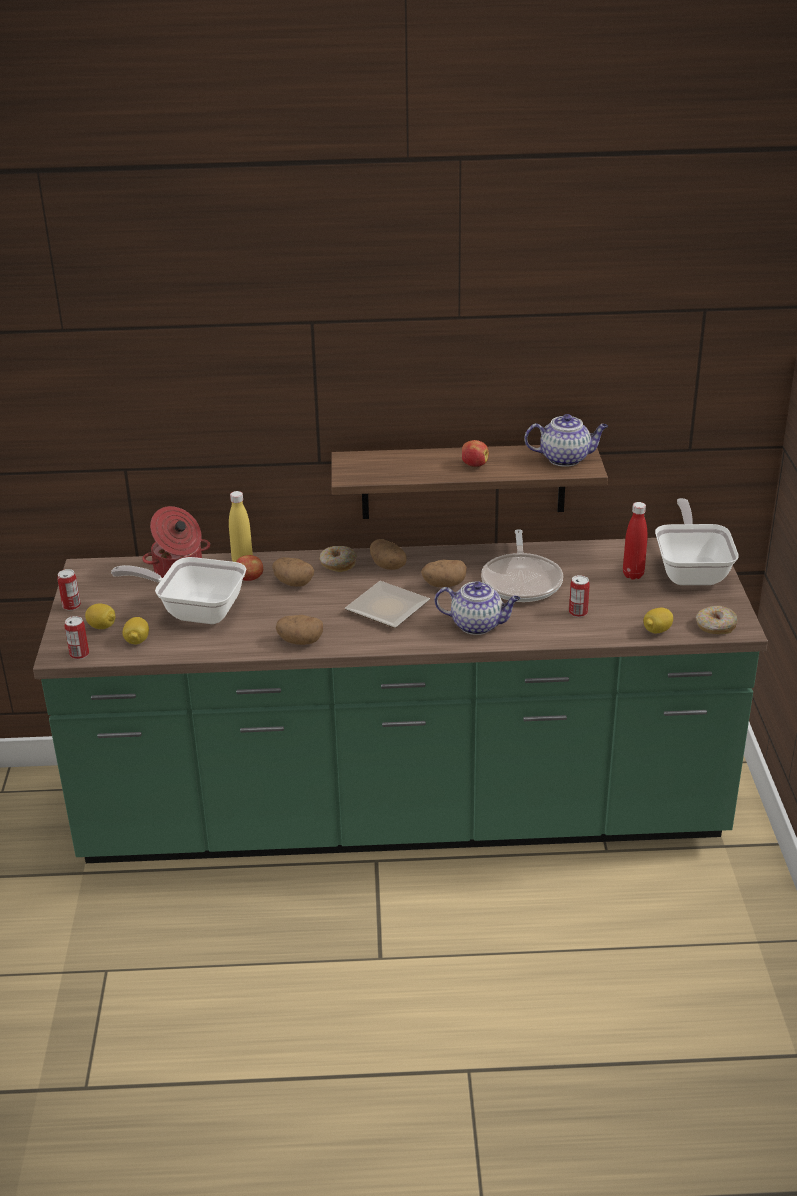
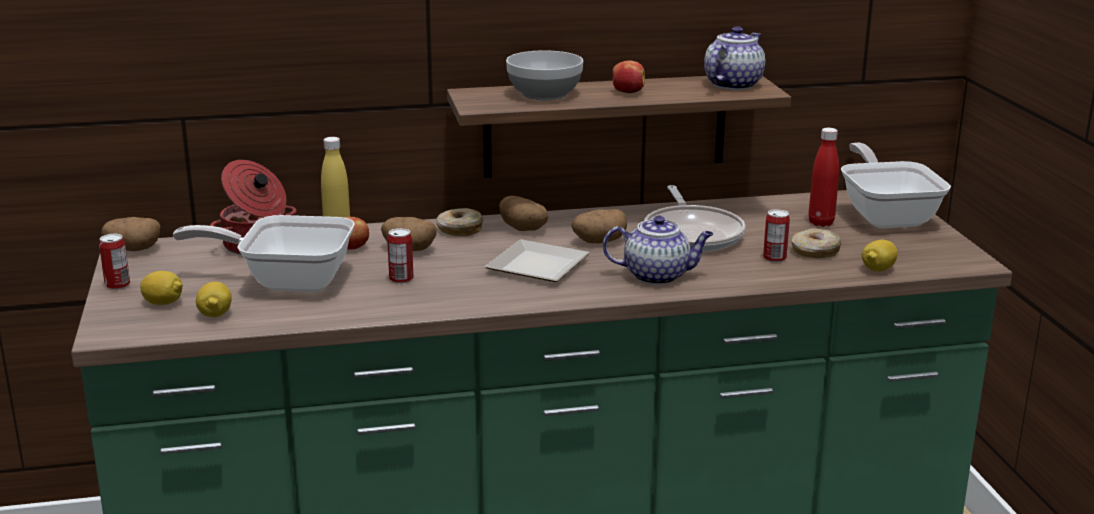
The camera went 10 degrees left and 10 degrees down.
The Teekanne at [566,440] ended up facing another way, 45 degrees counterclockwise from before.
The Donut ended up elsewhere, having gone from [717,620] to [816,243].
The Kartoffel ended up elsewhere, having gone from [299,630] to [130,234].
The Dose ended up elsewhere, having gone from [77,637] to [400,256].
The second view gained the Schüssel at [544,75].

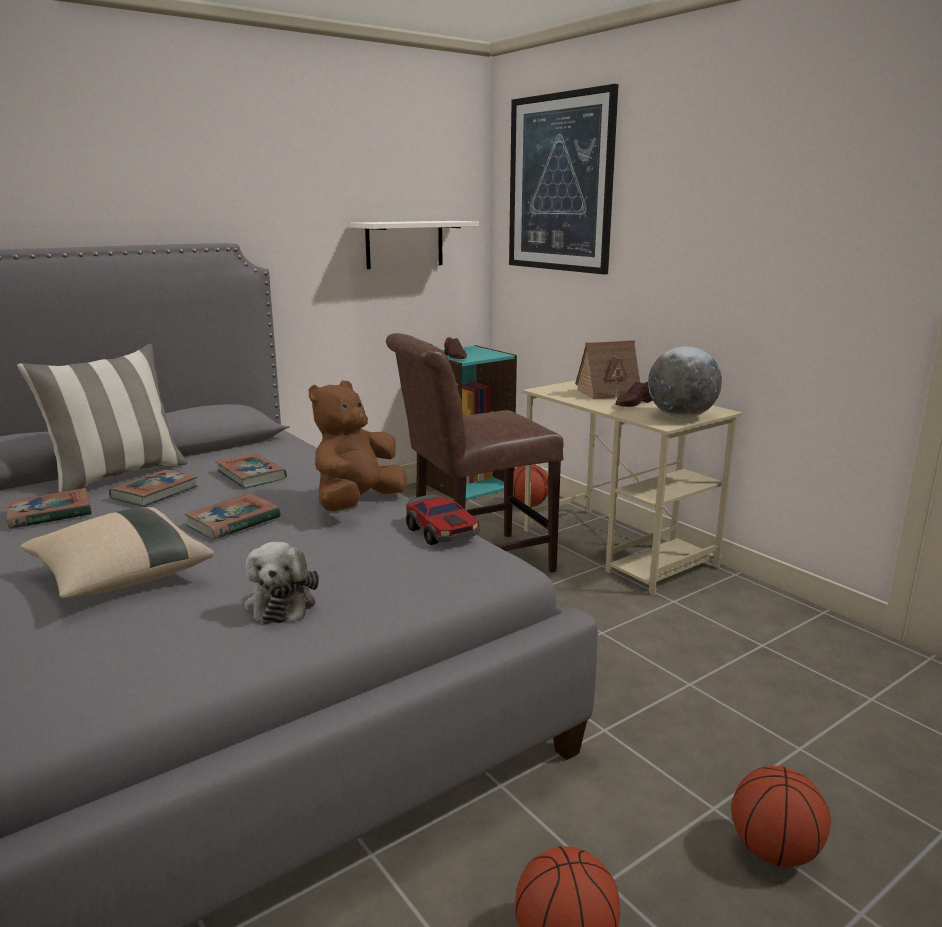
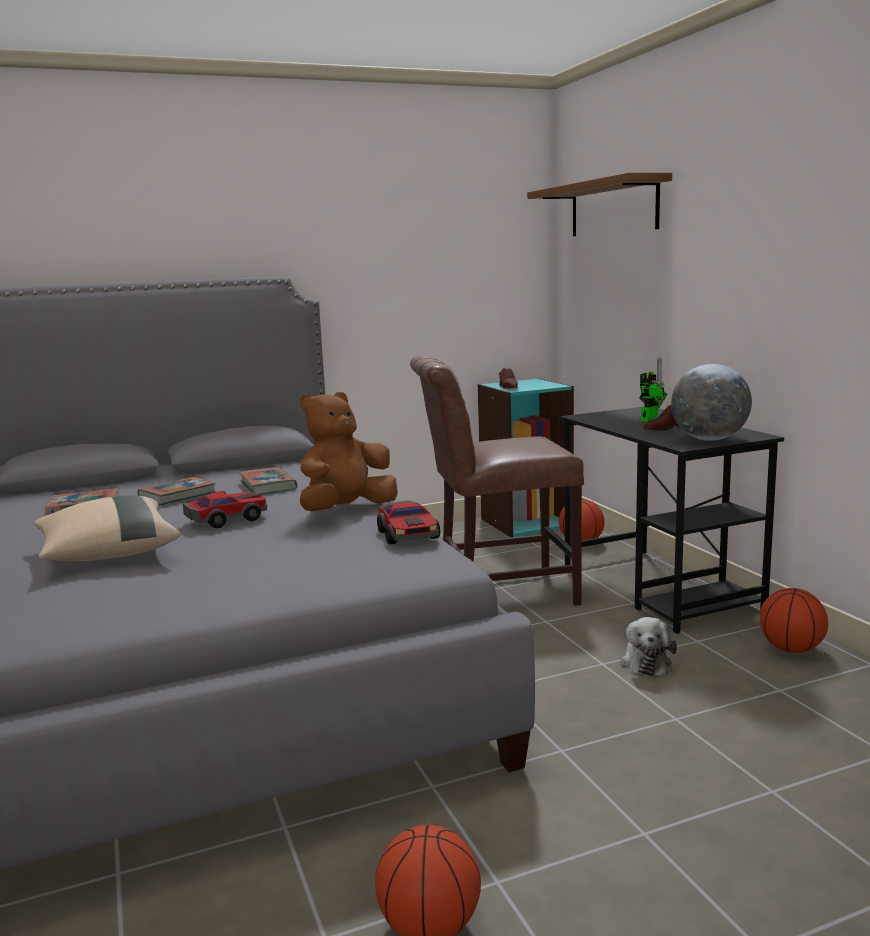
The camera went 15 degrees right and 5 degrees down.
Where the Bild hung at [564,179], the Wandregal [braun] came to hang at [599,204].
The second view lost the Wandregal [weiß] at [414,245].
Where the Spielzeughaus stood at [607,369], the Spielzeugroboter came to stand at [653,389].
The second view lost the Kissen at [102,418].
What was the Schreibtisch [beige] at [632,487] turned into the Schreibtisch [schwarz] at [672,520].
Where the Buch stood at [232,516], the Spielzeugauto came to stand at [224,509].
The Plüschtier ended up elsewhere, having gone from [281,583] to [648,646].
The Basketball ended up elsewhere, having gone from [781,816] to [794,620].

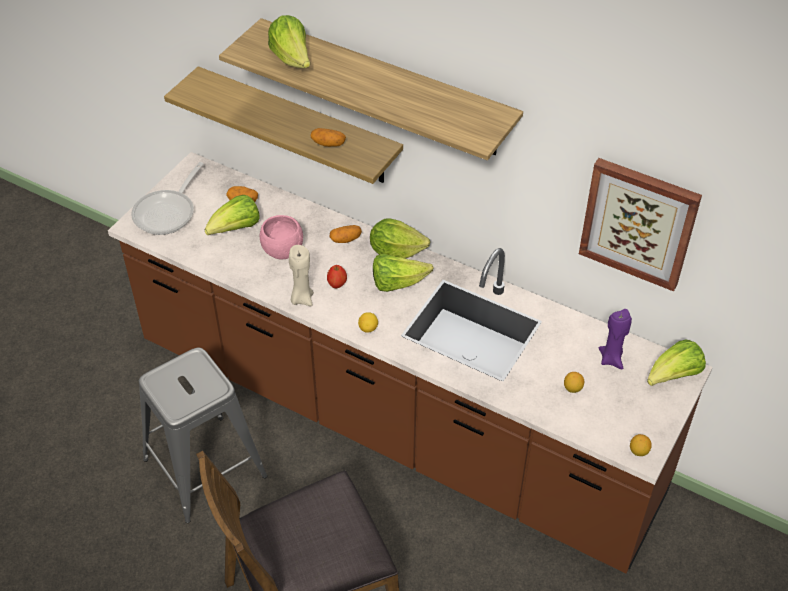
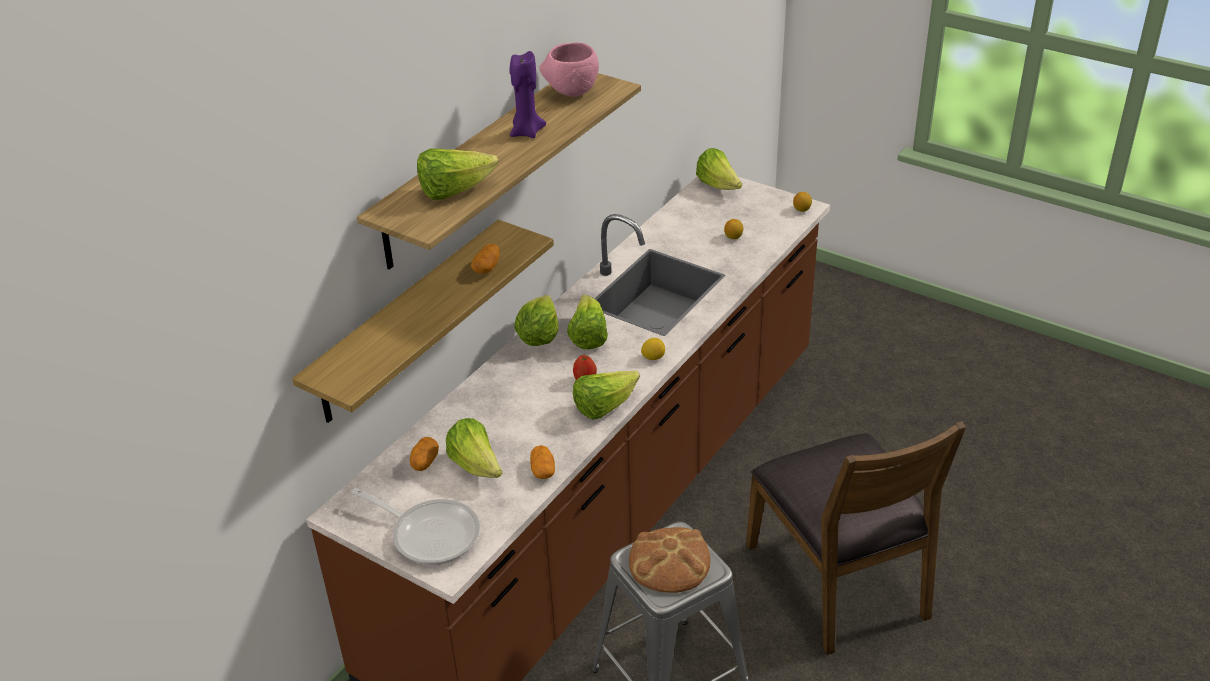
The camera went 85 degrees left and 10 degrees down.
The second view lost the Bild at [640,224].
The Schüssel [rosa] ended up elsewhere, having gone from [281,237] to [569,69].
The Kartoffel ended up elsewhere, having gone from [346,234] to [542,462].
Where the Kerze [beige] stood at [301,275], the Salatkopf came to stand at [606,395].
The Kerze [lila] ended up elsewhere, having gone from [615,339] to [528,94].
The second view gained the Brot at [670,560].

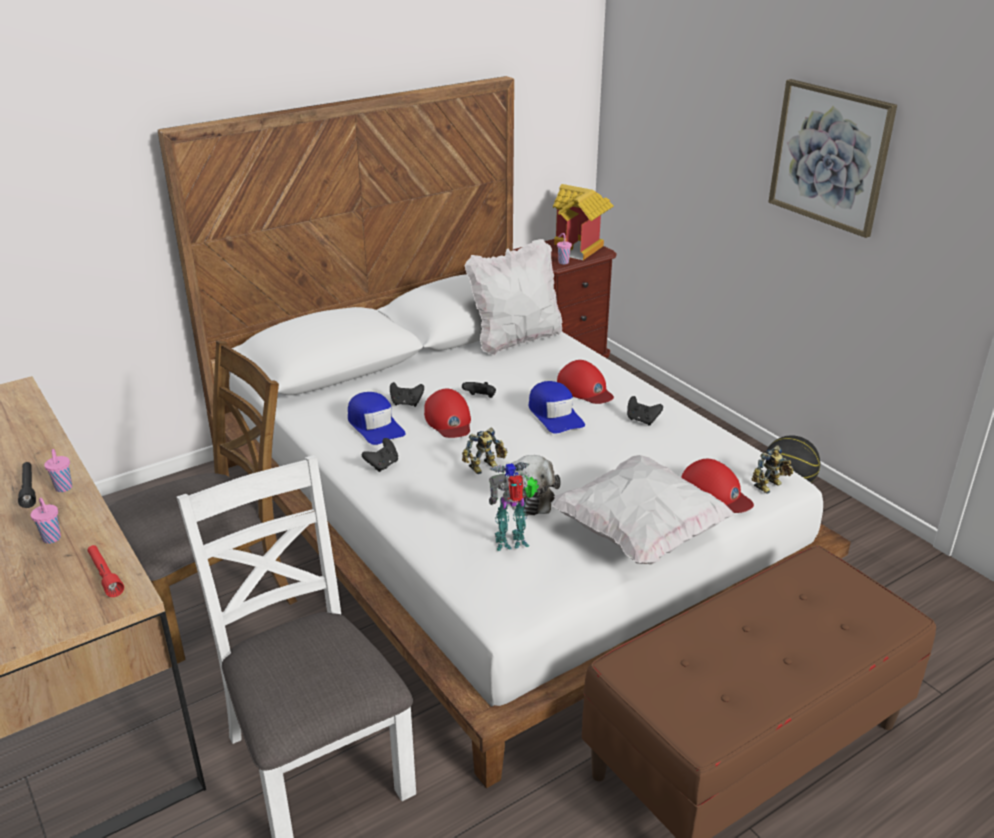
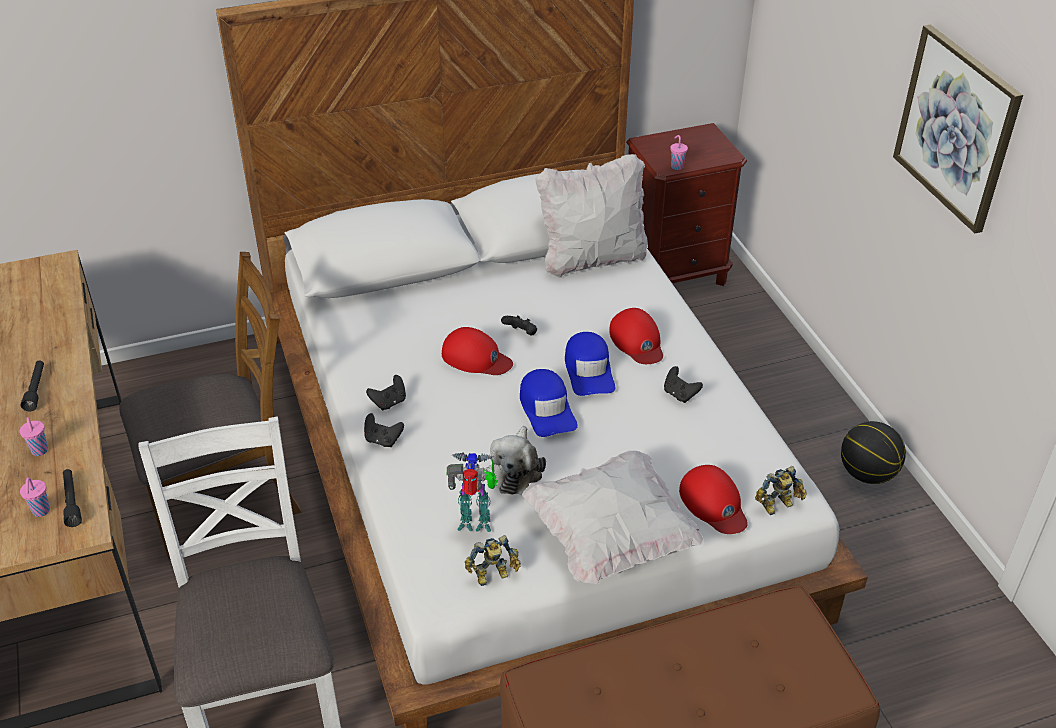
The camera went 15 degrees right and 10 degrees up.
The second view lost the Spielzeughaus at [583,222].
The Gamepad [schwarz] ended up elsewhere, having gone from [407,394] to [384,430].
The Kappe [rot] at [447,413] ended up facing another way, 60 degrees counterclockwise from before.
The Kappe [blau] ended up elsewhere, having gone from [377,418] to [549,403].
The Spielzeugroboter ended up elsewhere, having gone from [484,451] to [493,560].
The Tasse [rosa] ended up elsewhere, having gone from [58,470] to [35,497].
What was the Taschenlampe [rot] at [106,571] turned into the Taschenlampe [schwarz] at [72,498].

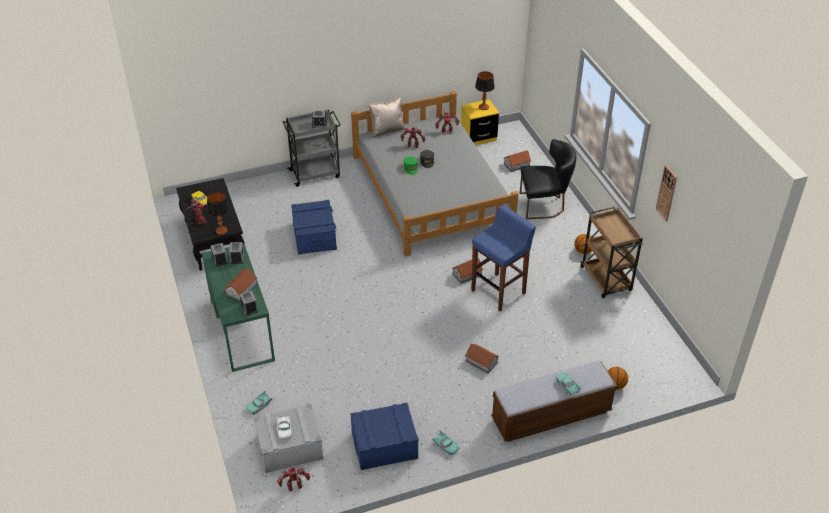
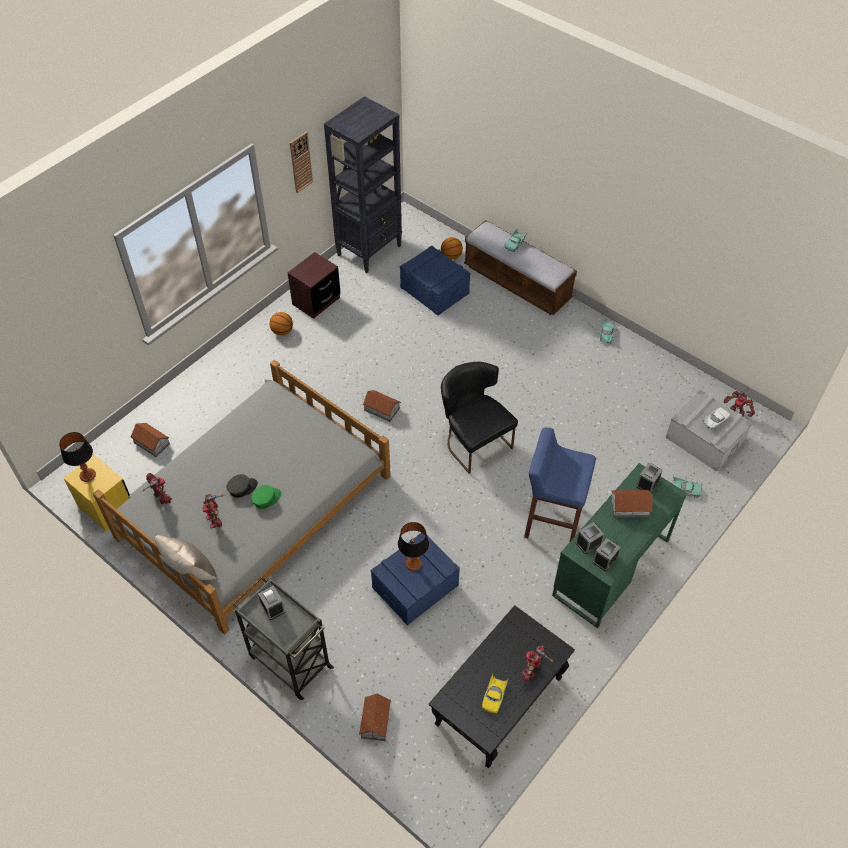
The camera went 120 degrees left and 10 degrees up.
The Stuhl [schwarz] ended up elsewhere, having gone from [548,179] to [479,418].
The Tischlampe ended up elsewhere, having gone from [218,213] to [413,546].
The Hocker [blau] ended up elsewhere, having gone from [503,258] to [560,484].
Where the Rollwagen [braun] stood at [611,252], the Nachttisch [braun] came to stand at [314,285].
The Spielzeughaus ended up elsewhere, having gone from [482,359] to [375,717].
The Aufbewahrungsbox [blau] ended up elsewhere, having gone from [384,436] to [435,281].
The second view gained the Bücherregal [schwarz] at [363,184].

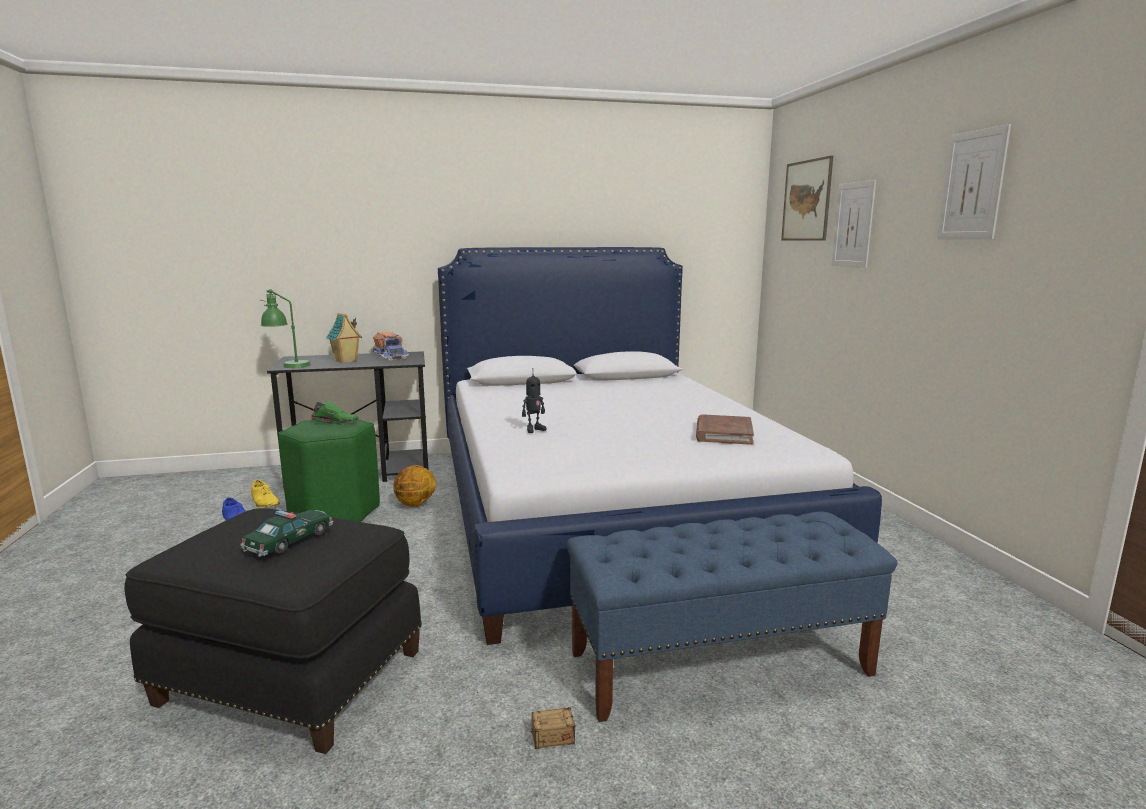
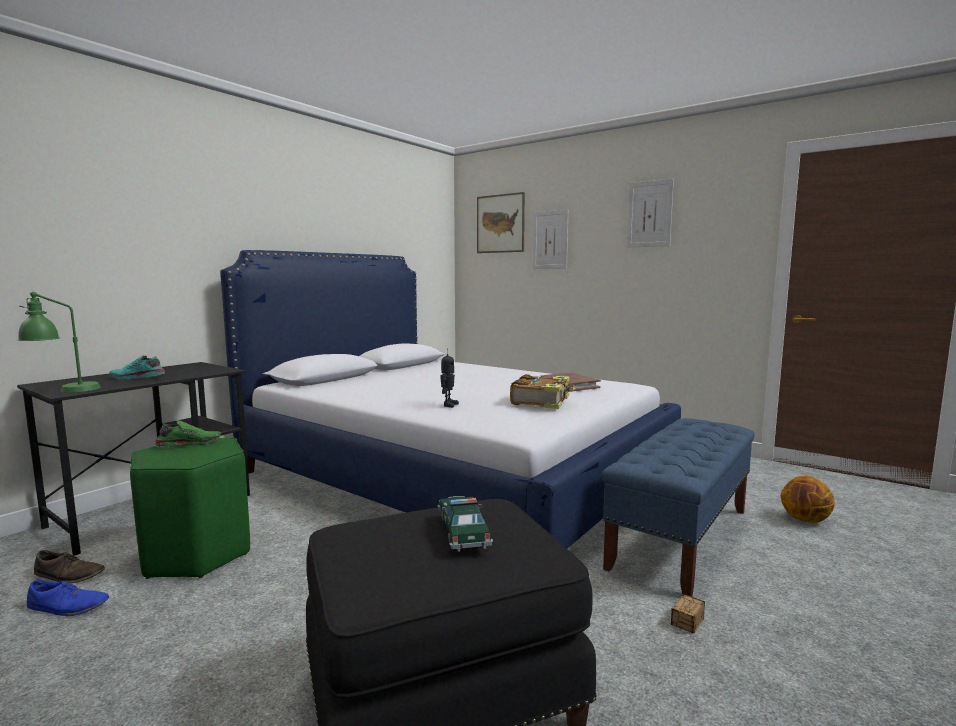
The camera went 40 degrees left and 5 degrees down.
Where the Spielzeughaus stood at [344,338], the Schuh [türkis] came to stand at [137,367].
The second view lost the Spielzeuglaster at [391,345].
The Basketball ended up elsewhere, having gone from [414,486] to [808,499].
What was the Schuh [gelb] at [265,493] turned into the Schuh [braun] at [69,567].
The second view gained the Buch at [543,391].

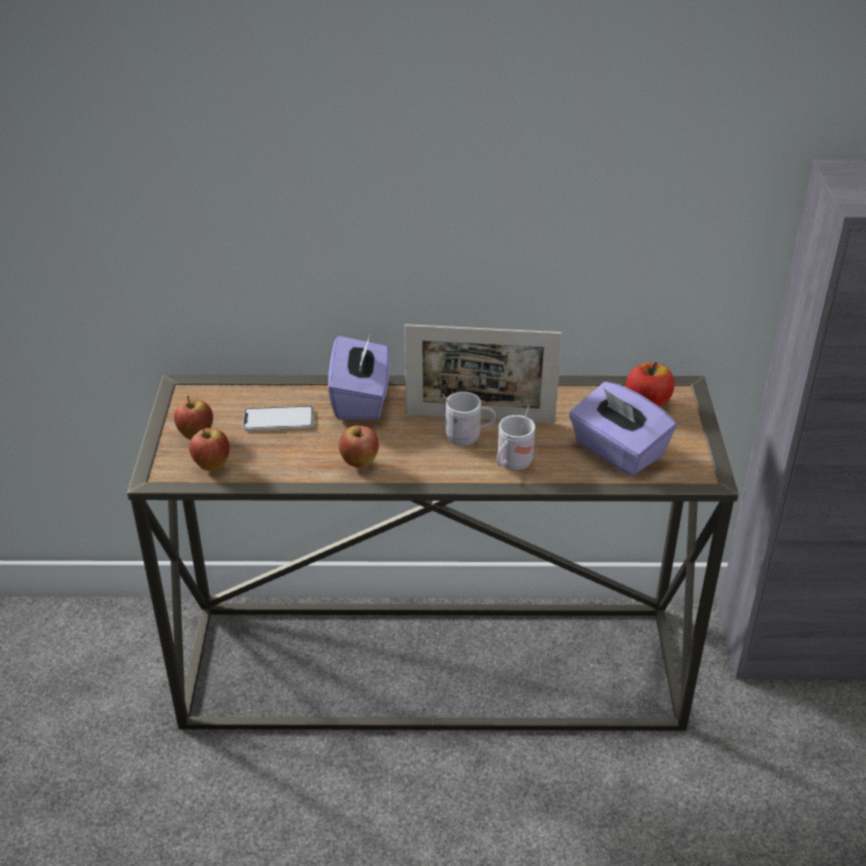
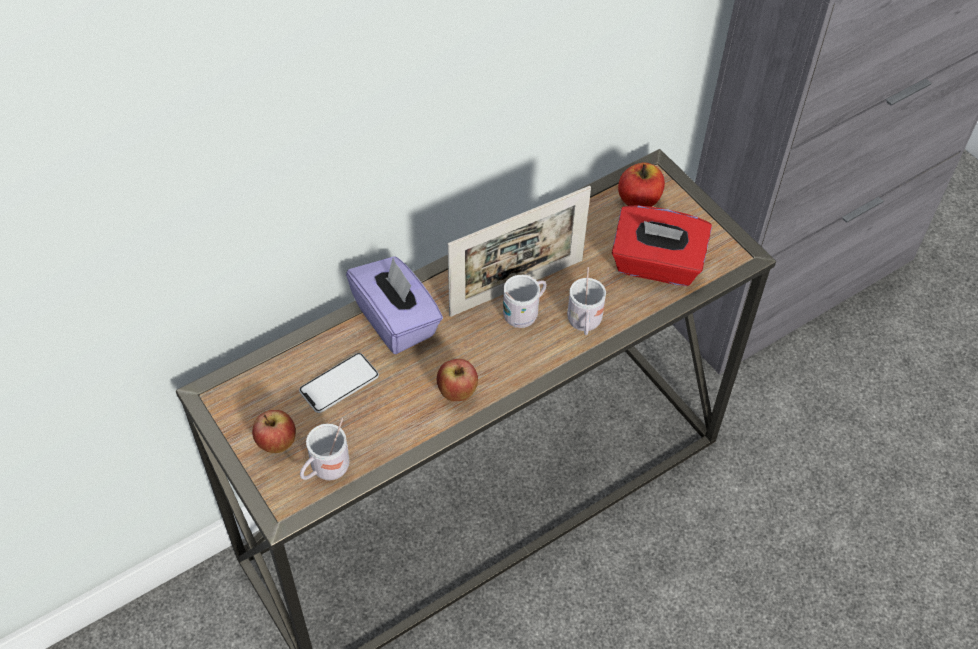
The camera went 35 degrees left and 15 degrees up.
What was the Taschentuchbox [lila] at [623,429] turned into the Taschentuchbox [rot] at [662,245].
Where the Apfel stood at [209,448], the Henkelbecher [weiß] came to stand at [325,449].

